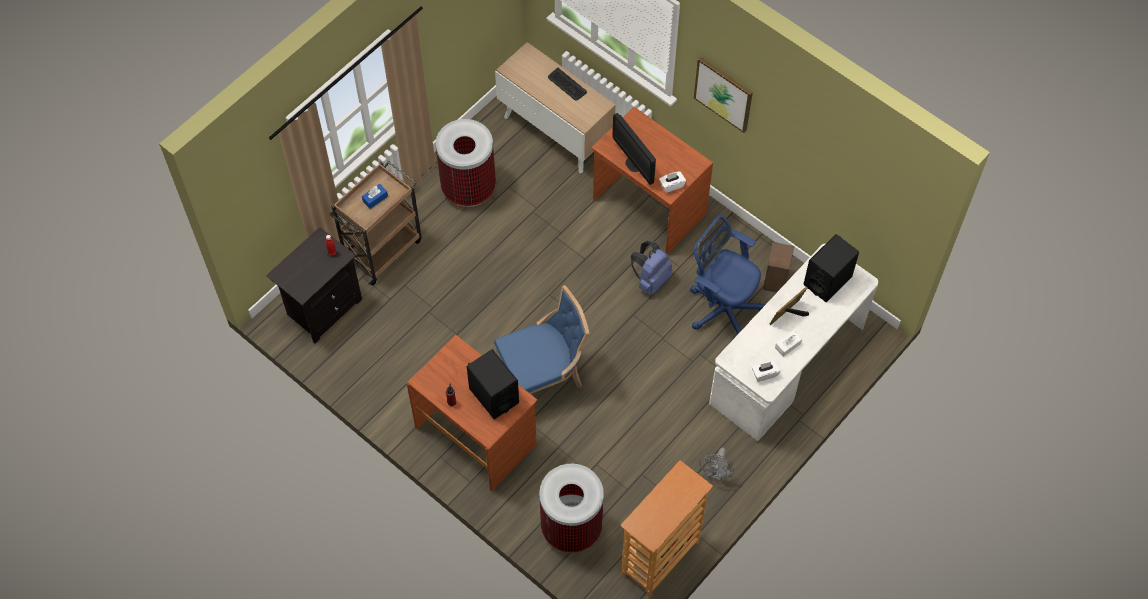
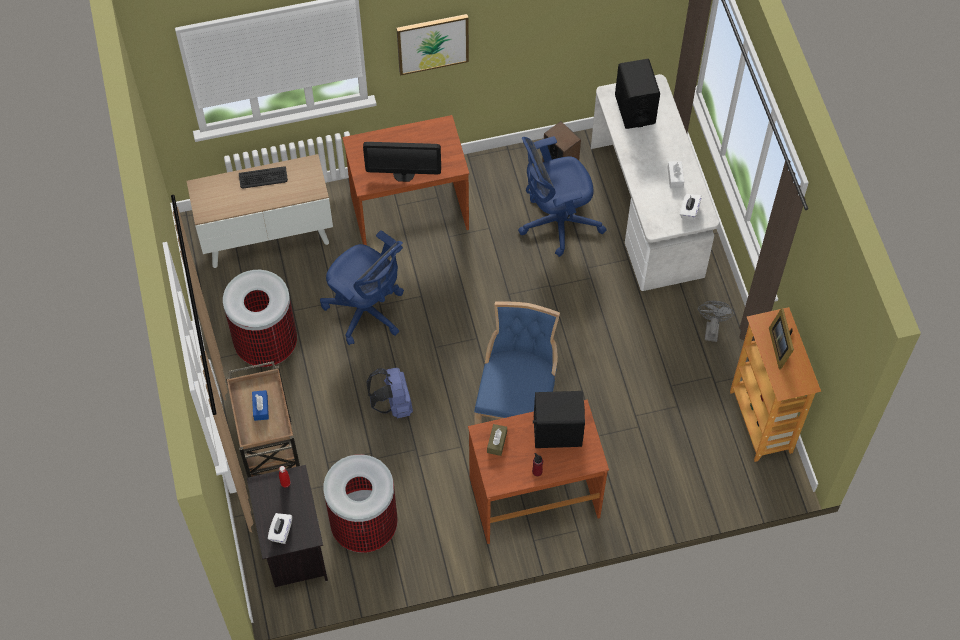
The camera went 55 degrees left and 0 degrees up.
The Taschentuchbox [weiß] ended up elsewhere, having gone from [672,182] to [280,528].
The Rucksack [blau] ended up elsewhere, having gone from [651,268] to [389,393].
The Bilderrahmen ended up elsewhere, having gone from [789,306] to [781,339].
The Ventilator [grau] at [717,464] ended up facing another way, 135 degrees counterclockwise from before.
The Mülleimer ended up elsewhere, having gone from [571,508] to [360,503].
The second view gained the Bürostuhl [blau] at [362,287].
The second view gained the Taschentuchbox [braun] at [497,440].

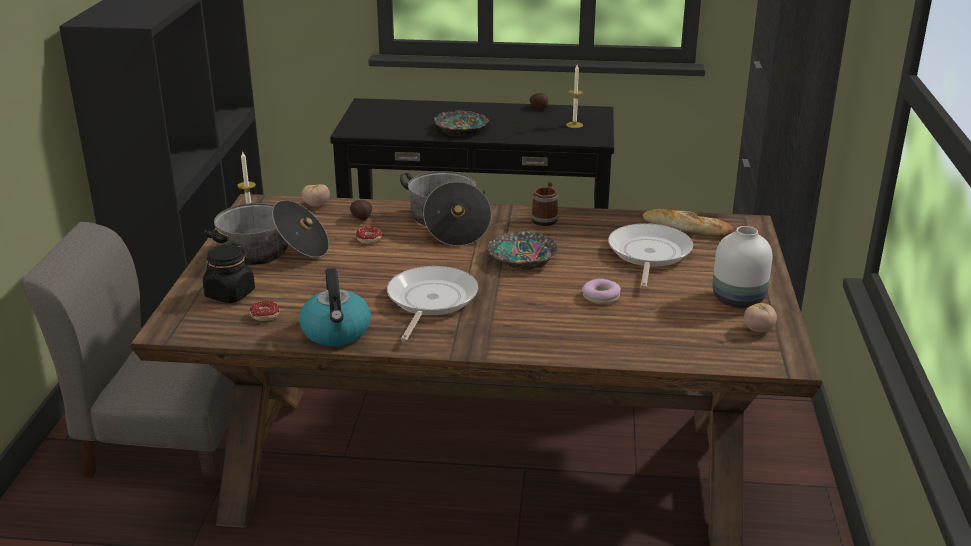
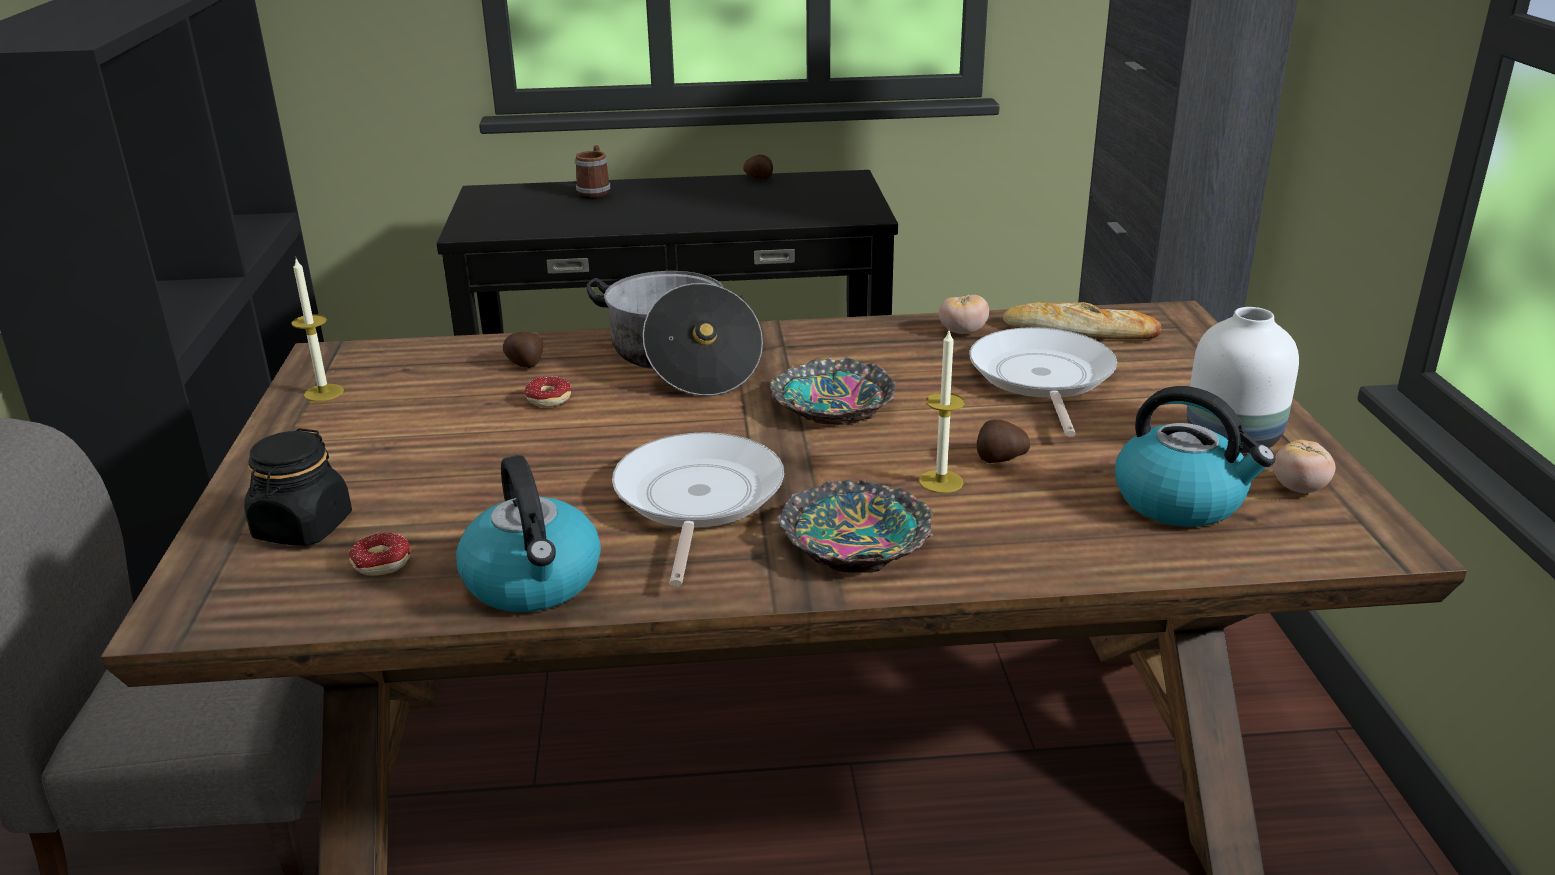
The camera went 10 degrees left and 0 degrees up.
The Kerze ended up elsewhere, having gone from [574,96] to [942,412].
The Schüssel ended up elsewhere, having gone from [461,123] to [855,526].
The Henkelbecher ended up elsewhere, having gone from [545,203] to [593,172].
The Tomate ended up elsewhere, having gone from [315,195] to [964,314].
The second view lost the Kochtopf at [266,233].
Where the Donut stood at [601,291], the Kartoffel came to stand at [1003,441].
The second view gained the Wasserkessel at [1195,456].

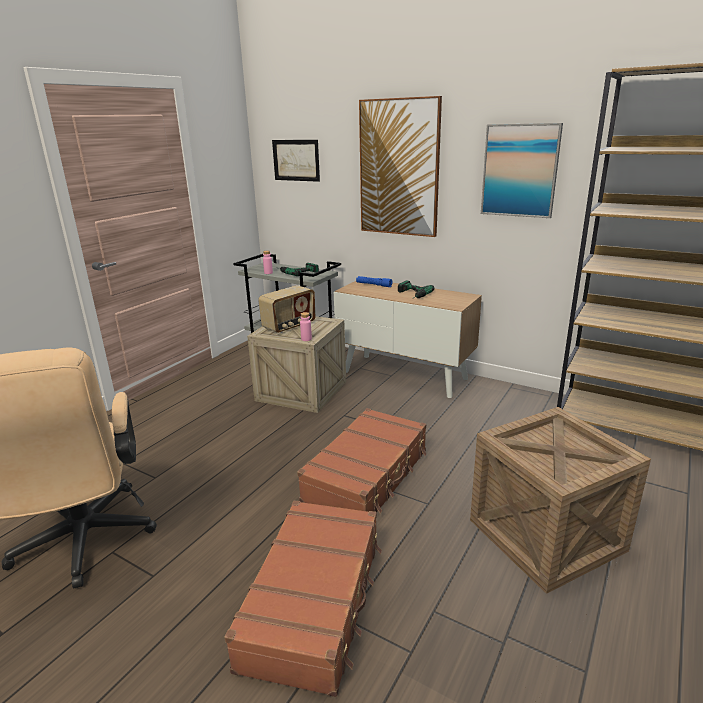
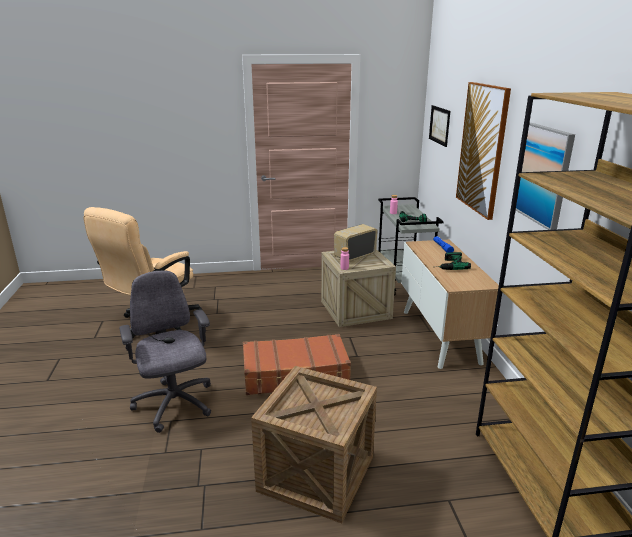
The camera went 50 degrees right and 0 degrees up.
The Radio at [286,309] ended up facing another way, 135 degrees clockwise from before.
Where the Koffer [braun] stood at [303,598], the Bürostuhl [grau] came to stand at [165,352].

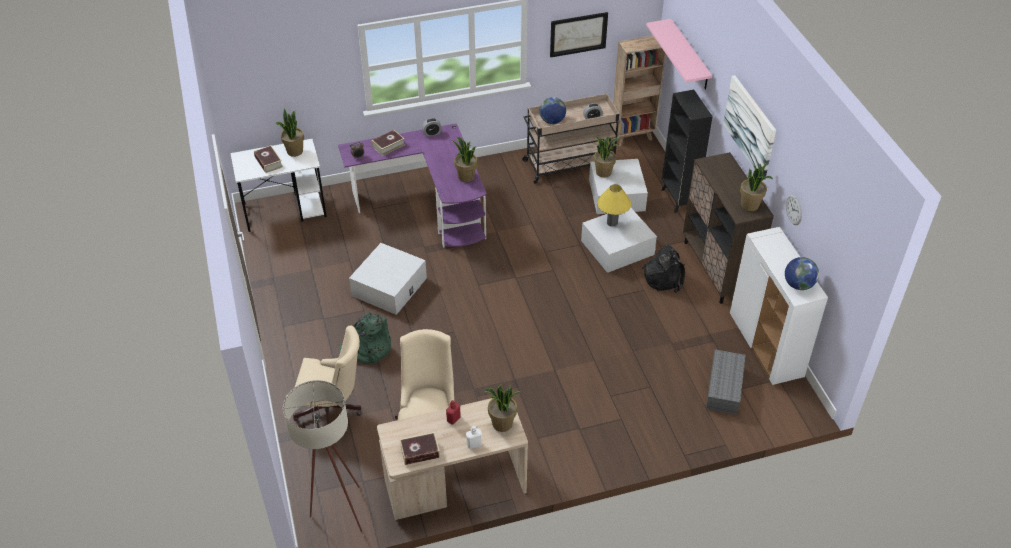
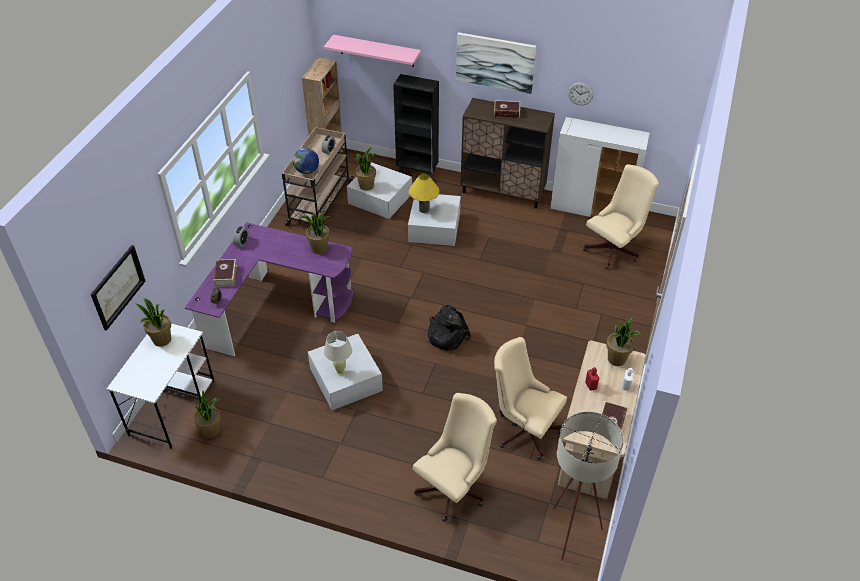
The camera went 55 degrees left and 0 degrees up.
The Bild ended up elsewhere, having gone from [579,34] to [118,288].
The Buch ended up elsewhere, having gone from [268,159] to [507,109].
The Topfpflanze ended up elsewhere, having gone from [756,187] to [207,414].
The Rucksack [schwarz] ended up elsewhere, having gone from [663,269] to [449,327].
The second view lost the Globus at [802,273].
The second view lost the Rucksack [grün] at [365,338].
Where the Aufbewahrungsbox [grau] stood at [726,382], the Bürostuhl [beige] came to stand at [621,216].
The second view gained the Tischlampe [beige] at [338,353].

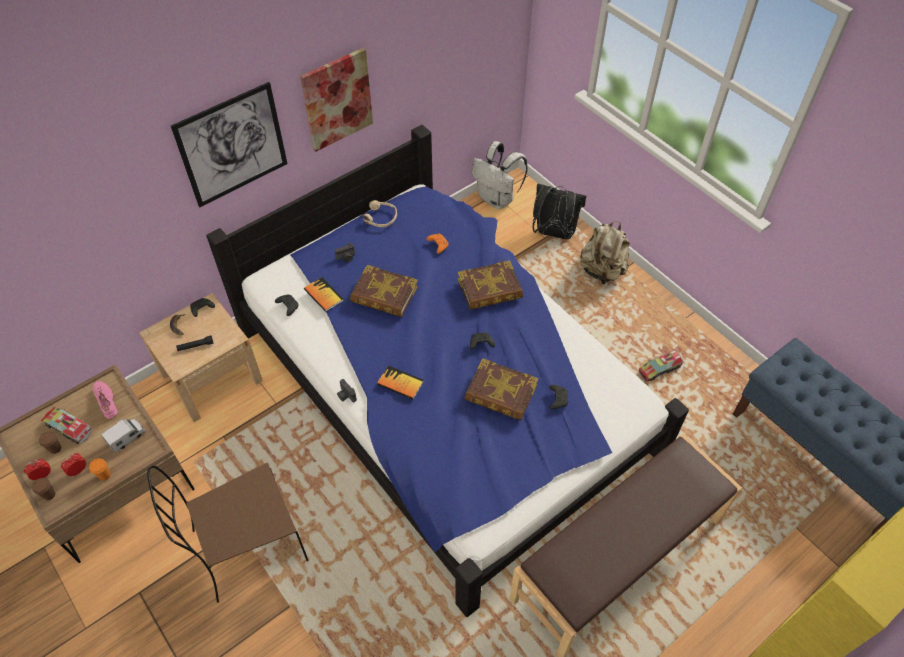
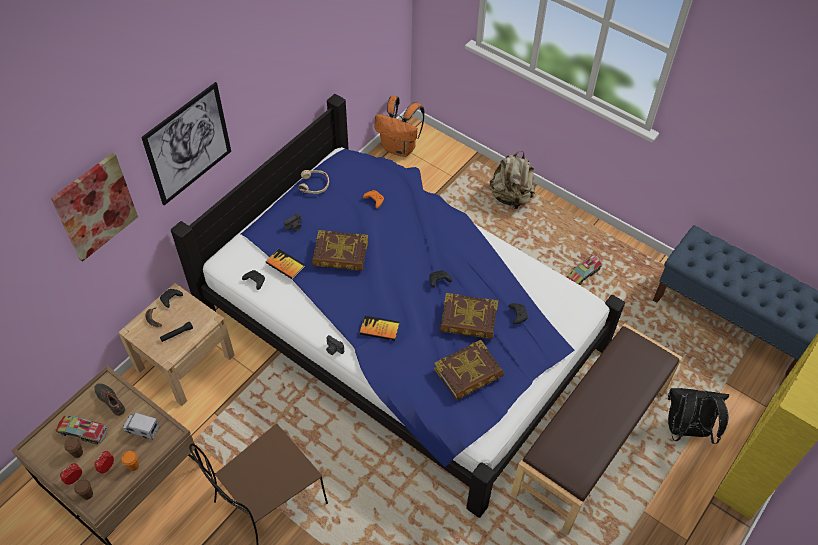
The camera went 15 degrees left and 0 degrees up.
The Bild ended up elsewhere, having gone from [336,99] to [94,207].
What was the Rucksack [weiß] at [500,175] turned into the Rucksack [orange] at [400,126].
The Rucksack [schwarz] ended up elsewhere, having gone from [559,211] to [698,416].
The Buch ended up elsewhere, having gone from [490,285] to [469,370].
What was the Schuh [rosa] at [105,400] turned into the Schuh [schwarz] at [109,399].
The Spielzeuglaster at [123,436] ended up facing another way, 105 degrees counterclockwise from before.

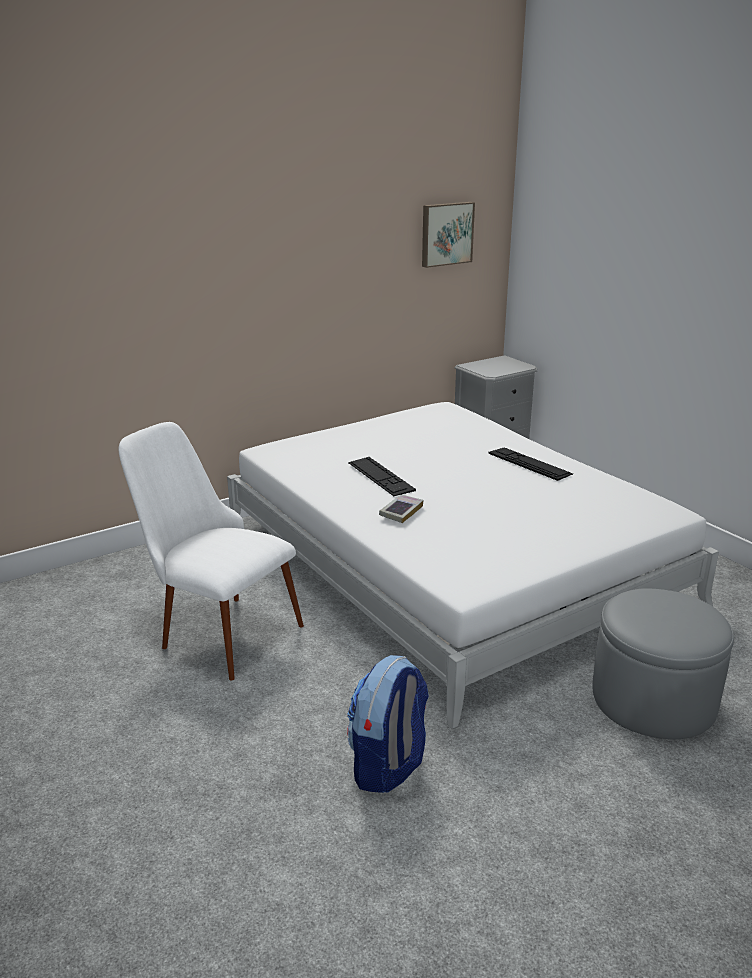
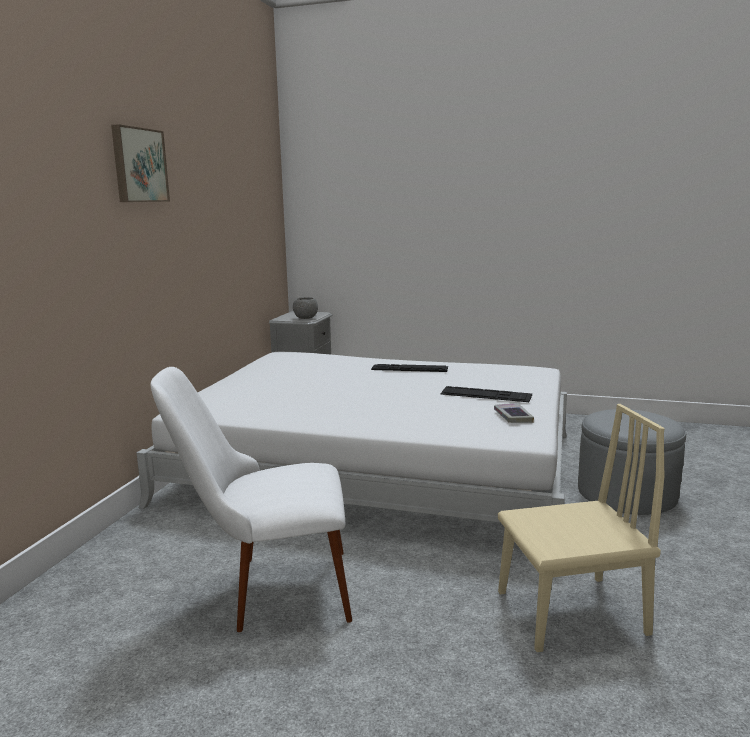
The camera went 40 degrees left and 10 degrees down.
The Bild ended up elsewhere, having gone from [448,235] to [140,163].
The Tastatur ended up elsewhere, having gone from [382,476] to [486,394].
The Buch ended up elsewhere, having gone from [401,509] to [514,413].
Where the Rucksack stood at [388,724], the Stuhl [beige] came to stand at [581,528].
The second view gained the Schüssel [grau] at [305,308].

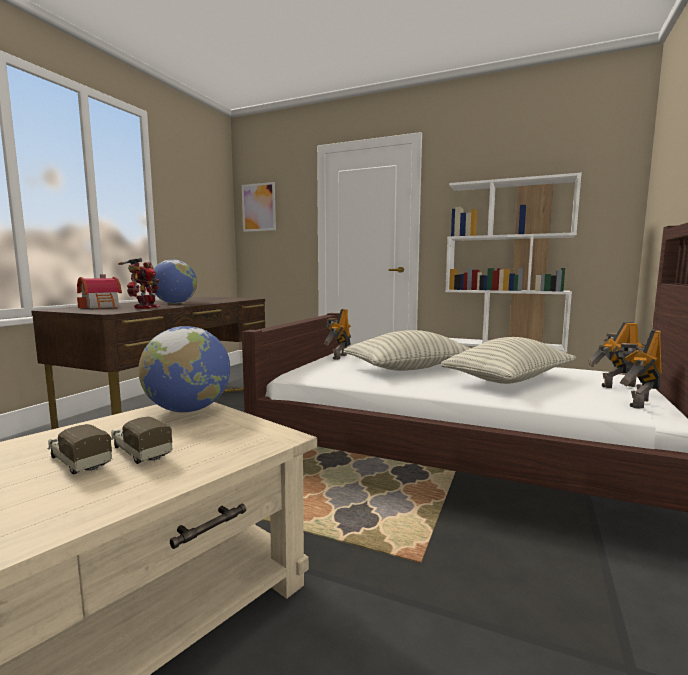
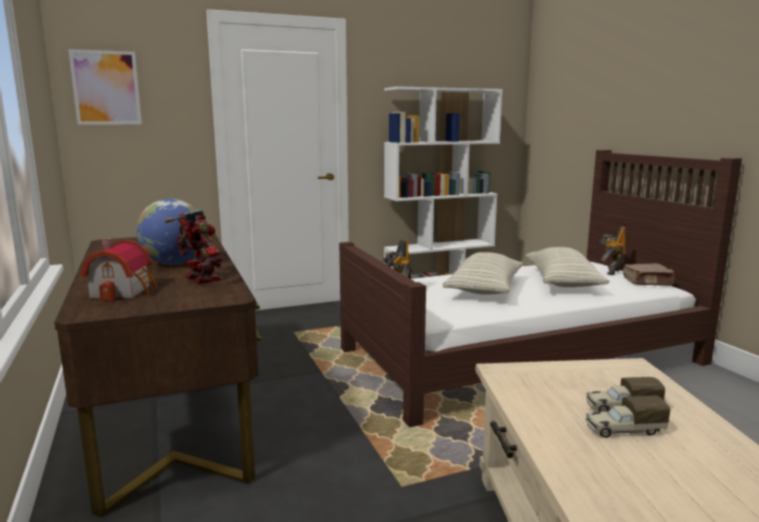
The camera went 45 degrees left and 5 degrees up.
The second view lost the Globus at [184,369].
Where the Spielzeugroboter stood at [638,369], the Buch [braun] came to stand at [649,274].

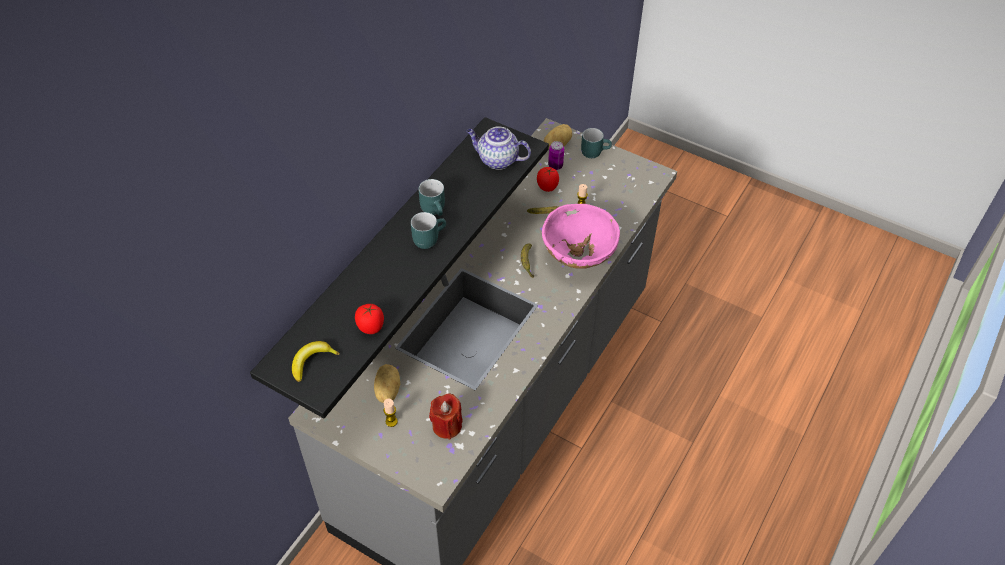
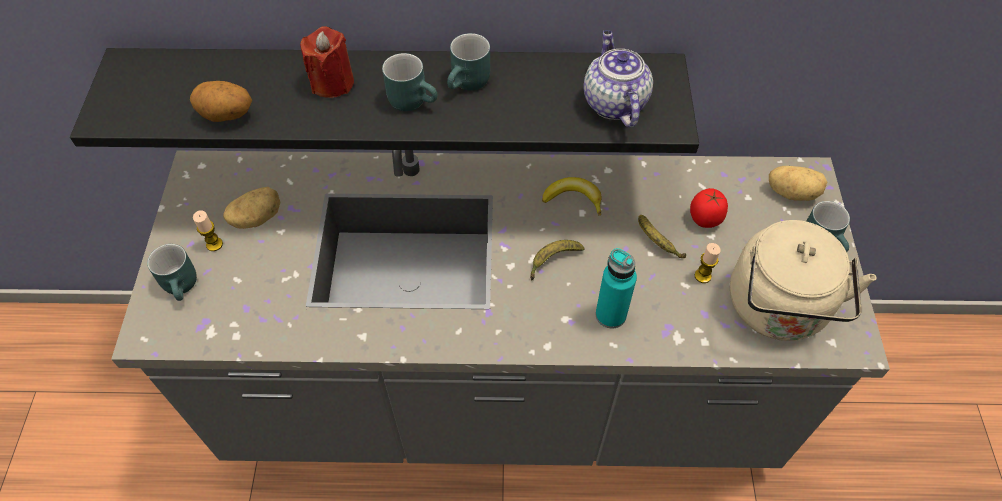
The camera went 60 degrees right and 5 degrees up.
The second view lost the Dose at [556,155].
Where the Schüssel [rosa] stood at [581,236], the Flasche [türkis] came to stand at [616,288].
Where the Tomate stood at [369,319], the Kartoffel came to stand at [221,101].
The Banane ended up elsewhere, having gone from [316,361] to [572,196].
The Kerze [rot] ended up elsewhere, having gone from [445,416] to [327,62].
The second view gained the Wasserkessel [beige] at [803,280].
The second view gained the Henkelbecher [türkis] at [172,272].

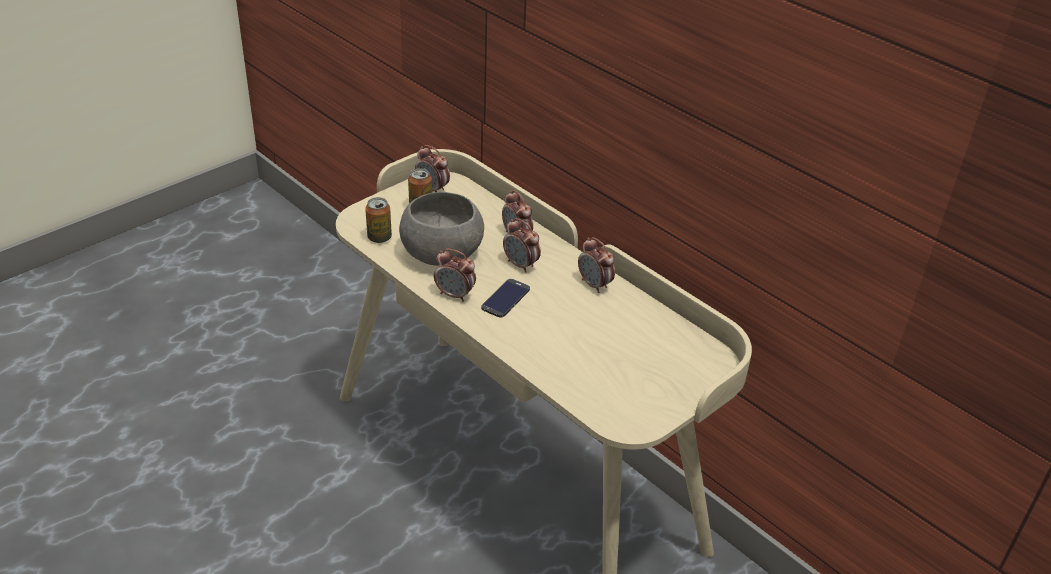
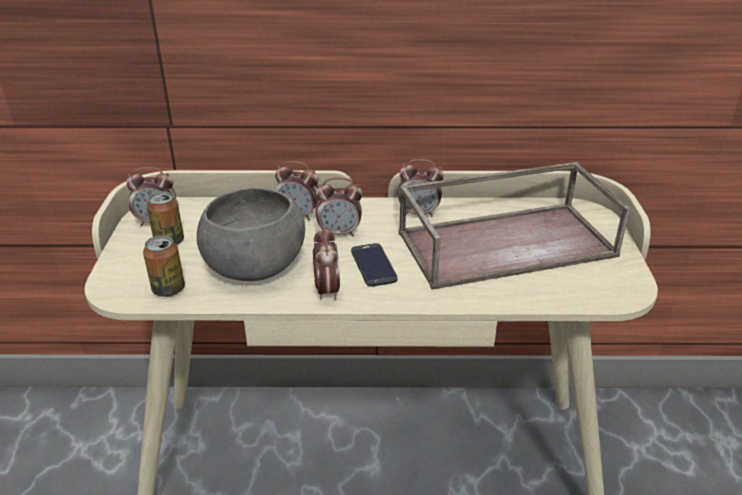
The camera went 45 degrees left and 5 degrees down.
The Wecker at [455,275] ended up facing another way, 75 degrees counterclockwise from before.
The second view gained the Tablett [braun] at [514,226].

